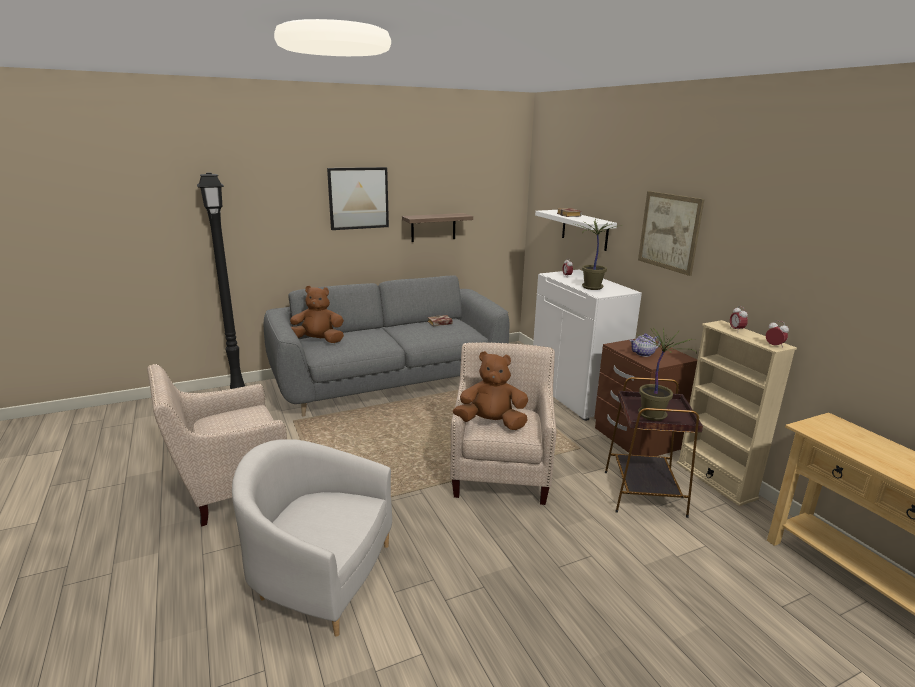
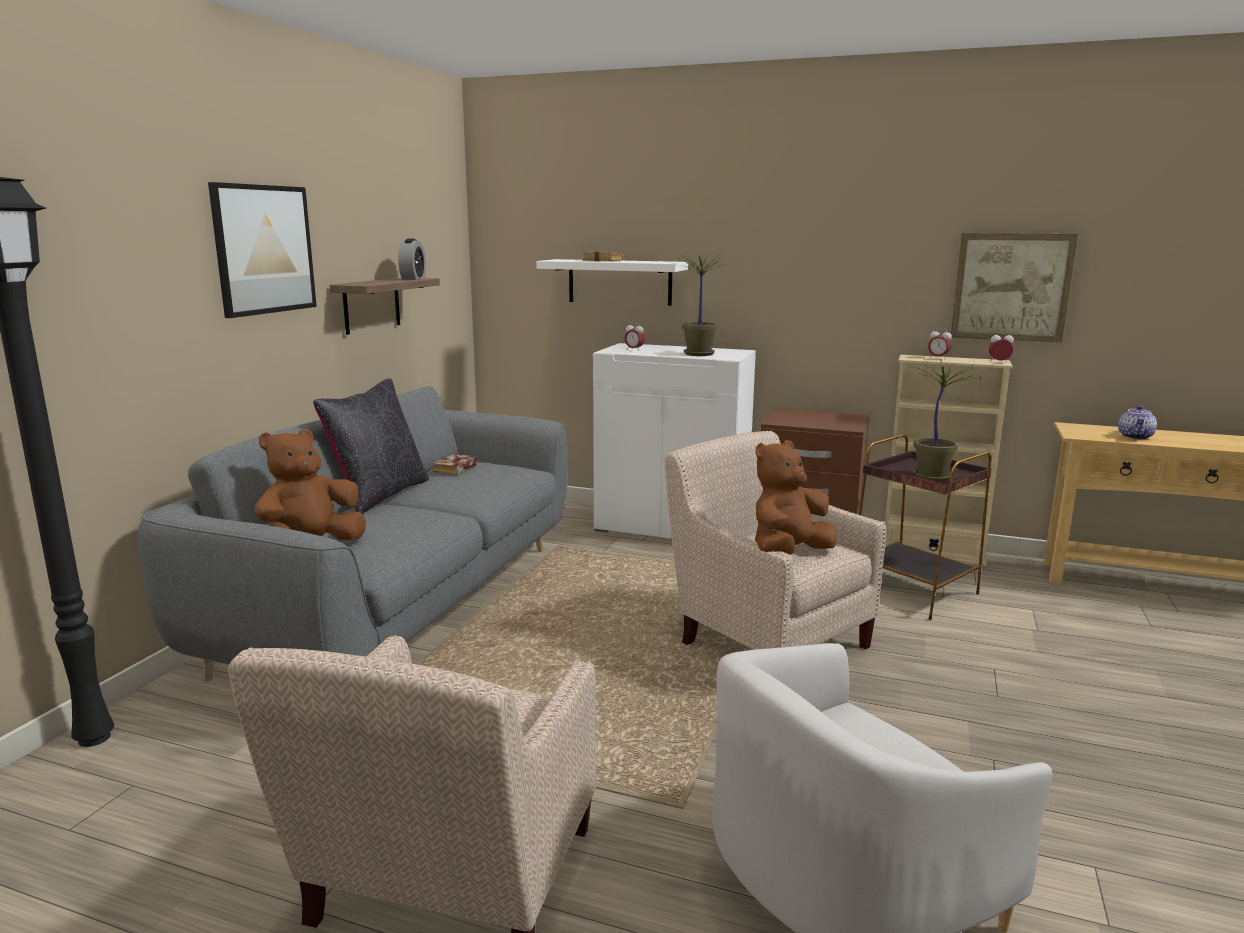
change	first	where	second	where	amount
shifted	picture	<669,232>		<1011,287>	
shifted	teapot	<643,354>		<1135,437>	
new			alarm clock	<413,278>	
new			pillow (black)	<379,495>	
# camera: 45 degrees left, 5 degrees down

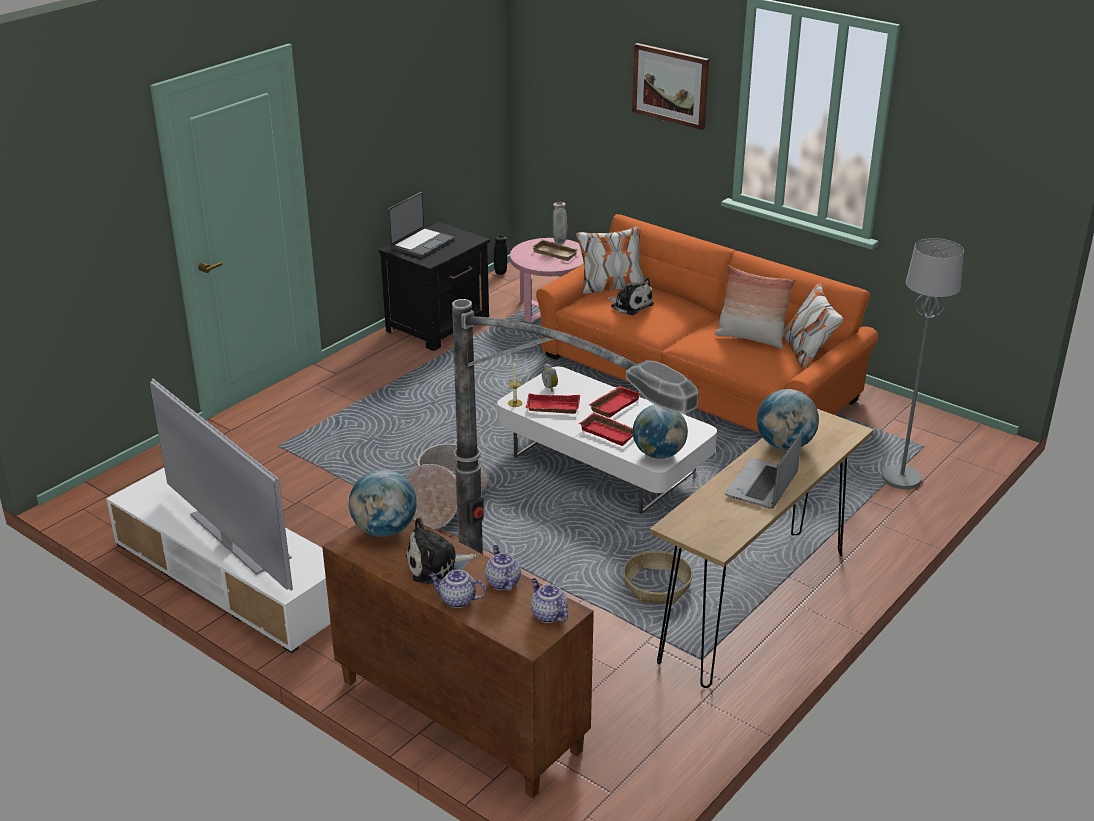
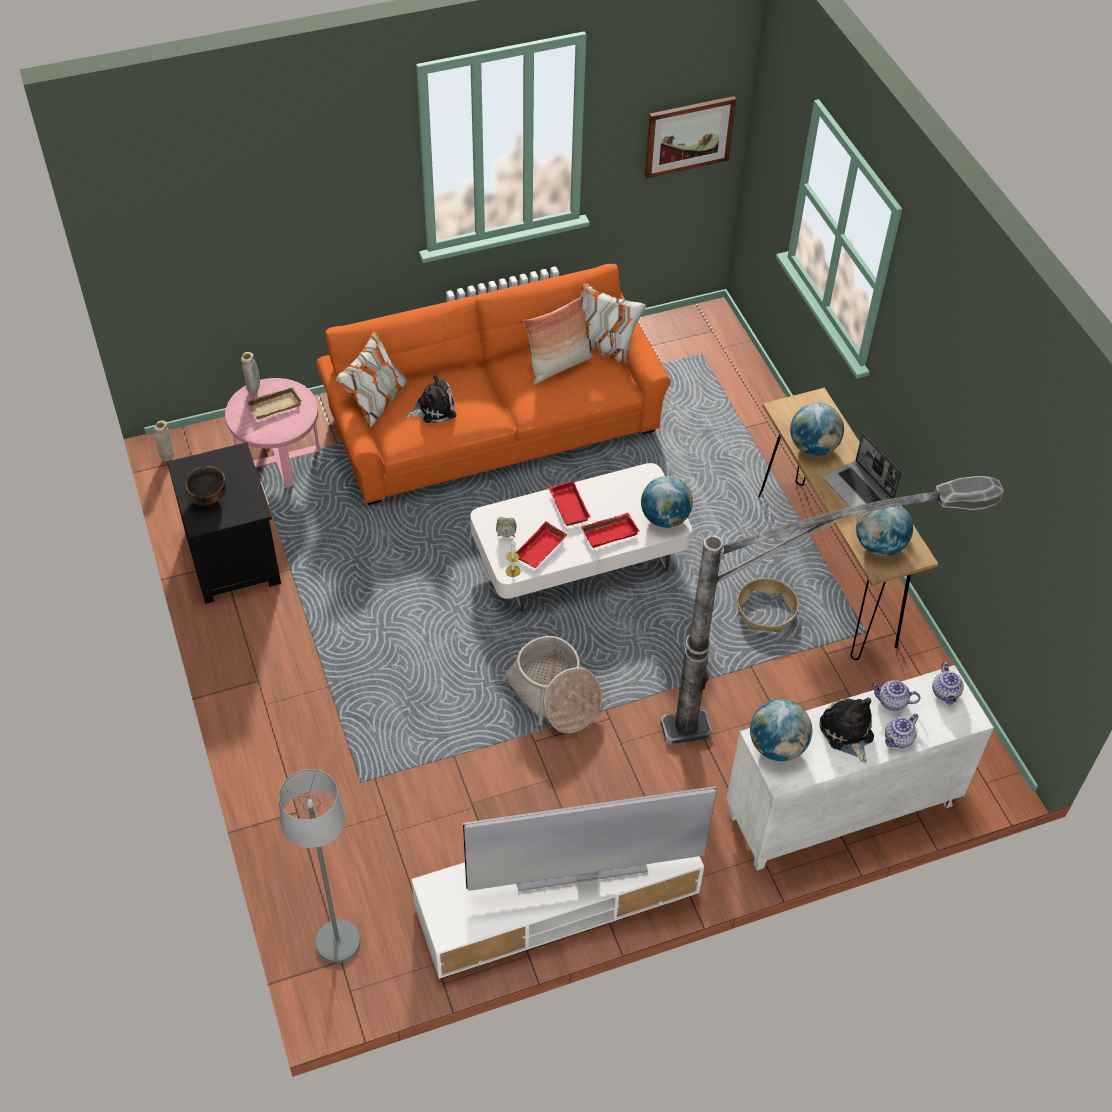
change	first	where	second	where	amount
shifted	picture	<670,85>		<689,136>	
swapped	laptop	<421,243>	bowl	<207,498>	
repainted	vase (black)	<500,273>	vase (beige)	<167,457>	
shifted	floor lamp (grey)	<901,478>		<338,941>	
rotated	plush toy	<437,566>		<847,733>	150 degrees clockwise
repainted	cabinet (brown)	<457,715>	cabinet (white)	<840,812>	
rotated	teapot	<548,614>		<946,693>	90 degrees counterclockwise
new			globe	<879,545>	
# camera: 60 degrees left, 20 degrees up

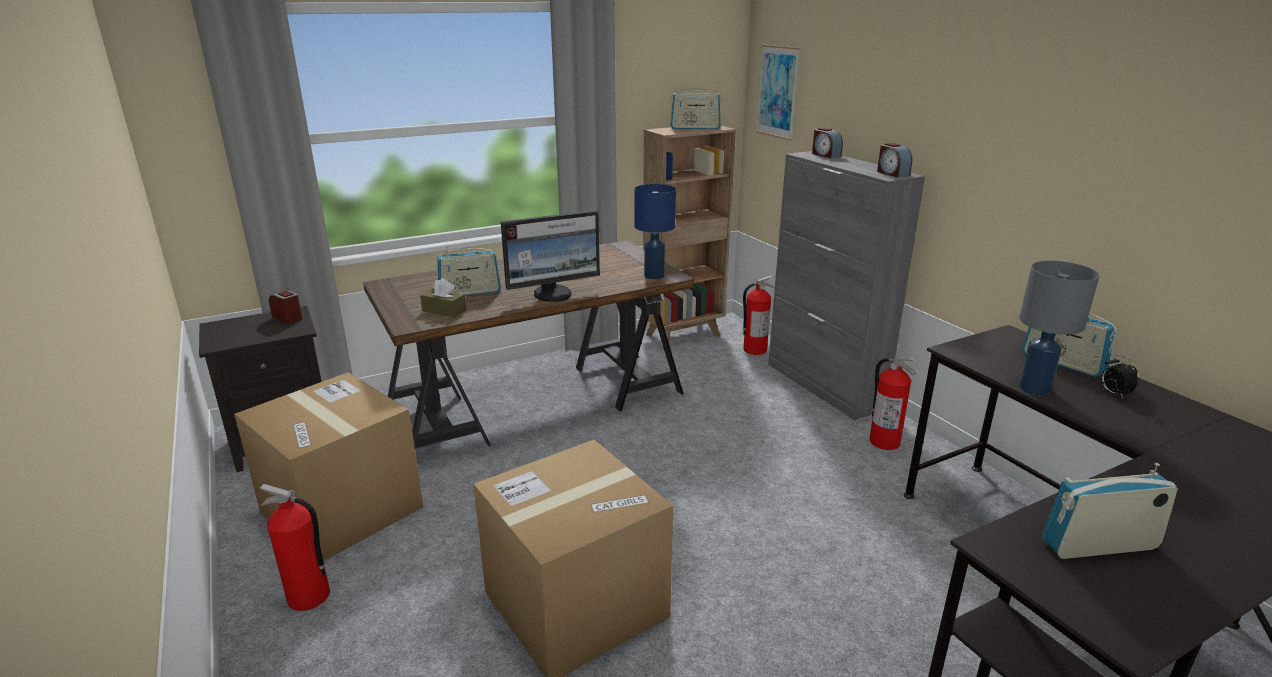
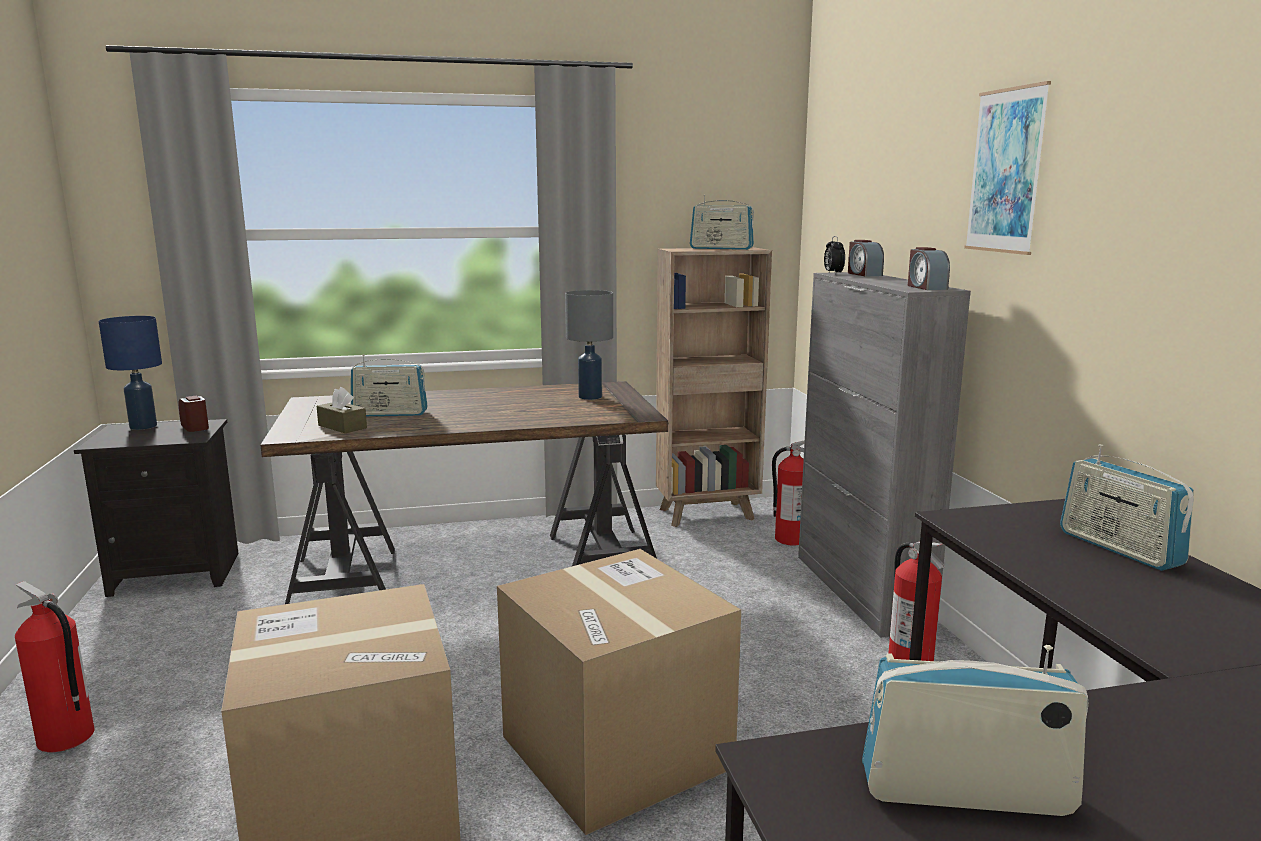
change	first	where	second	where	amount
shifted	picture	<777,92>		<1006,171>	
shifted	table lamp (blue)	<654,276>		<143,426>	
gone	monitor	<553,294>			
shifted	table lamp (grey)	<1035,388>		<591,397>	
shifted	alarm clock	<1113,394>		<833,273>	
shifted	cardboard box	<342,509>		<616,751>	
# camera: 15 degrees right, 10 degrees down

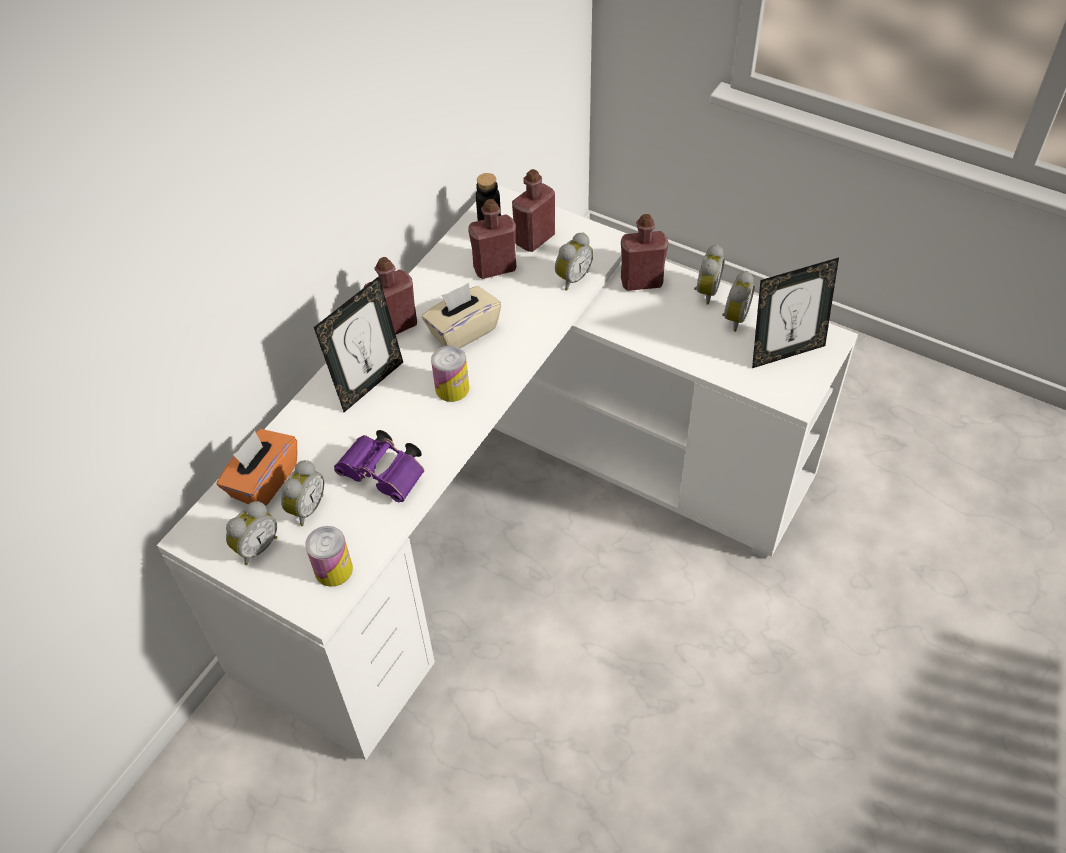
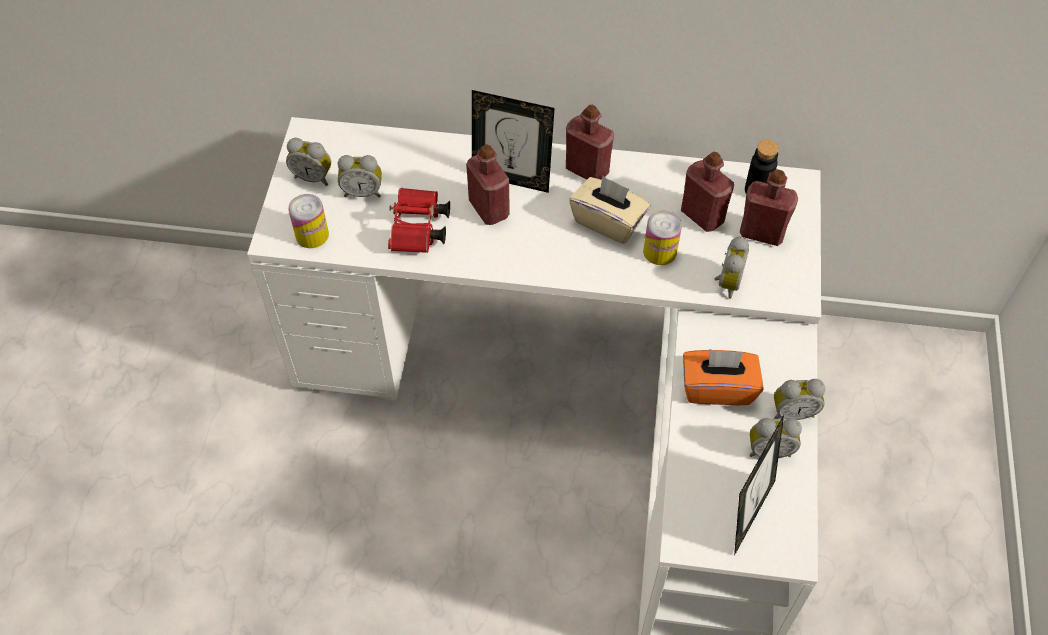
change	first	where	second	where	amount
shifted	bottle (red)	<641,282>		<489,209>	
rotated	alarm clock	<572,278>		<726,282>	90 degrees counterclockwise
rotated	picture frame	<785,352>		<747,513>	105 degrees counterclockwise
shifted	can	<452,388>		<660,251>	
shifted	tissue box (orange)	<263,481>		<717,388>	
repainted	binoculars (purple)	<386,475>	binoculars (red)	<418,231>	
# camera: 65 degrees right, 5 degrees up

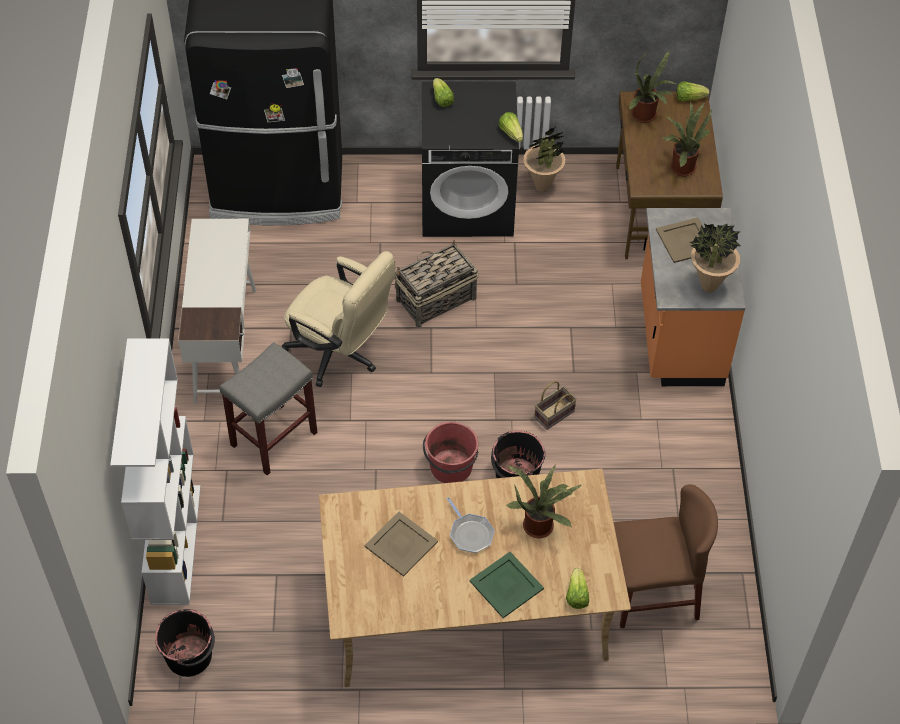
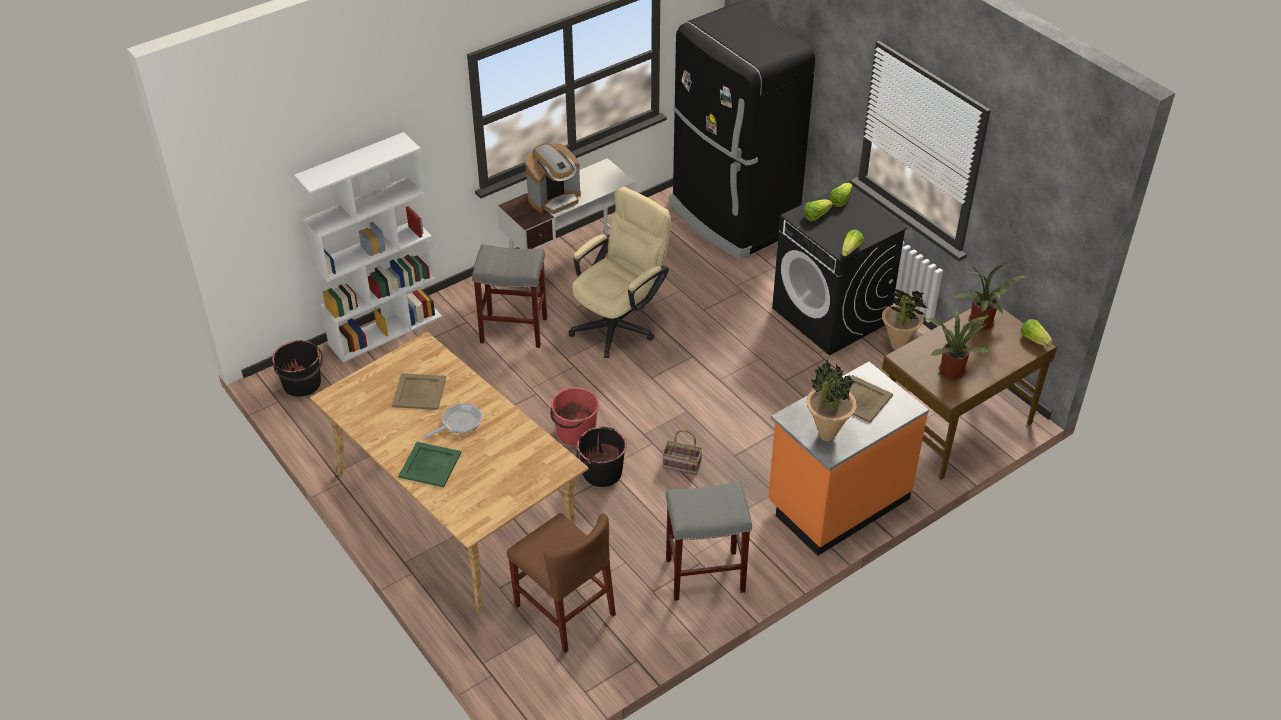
change	first	where	second	where	amount
gone	basket	<435,299>			
rotated	office chair (beige)	<340,354>		<619,323>	135 degrees counterclockwise
gone	potted plant	<540,524>			
rotated	frying pan	<470,533>		<460,423>	150 degrees counterclockwise
shifted	lettuce	<576,595>		<816,216>	
new			coffee machine	<554,199>	
new			stool (grey)	<704,575>	
# camera: 55 degrees right, 10 degrees down

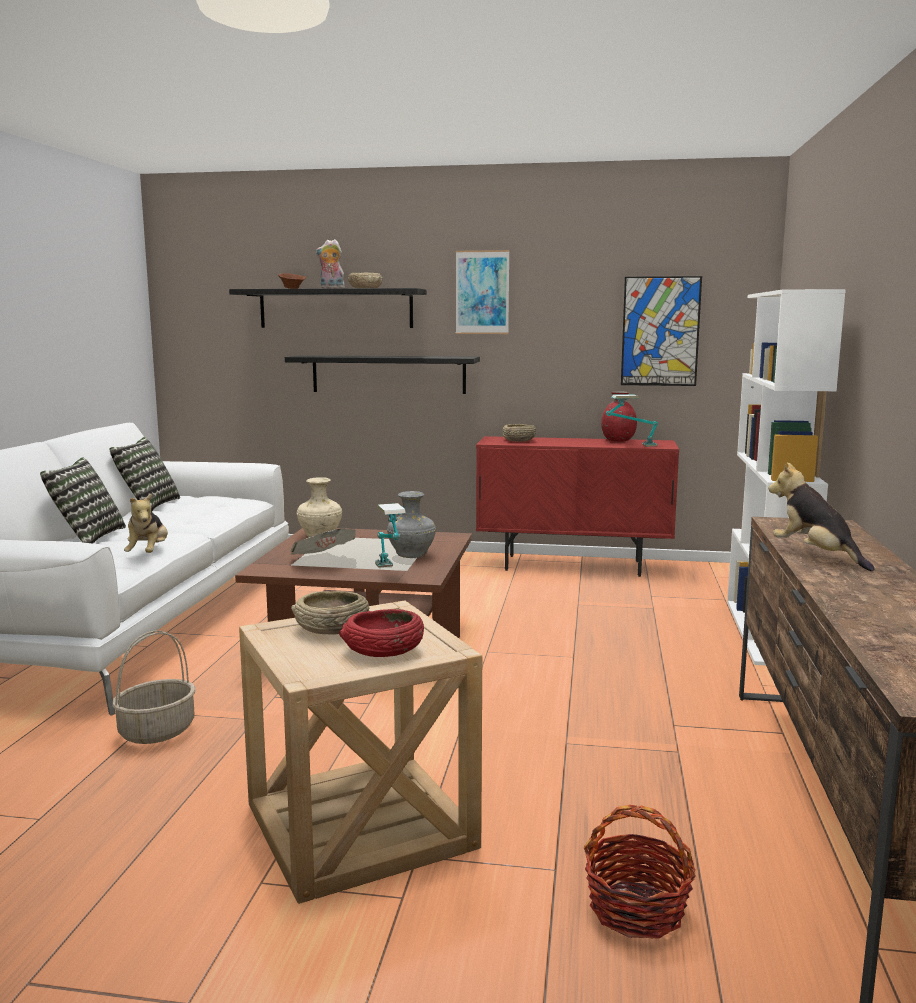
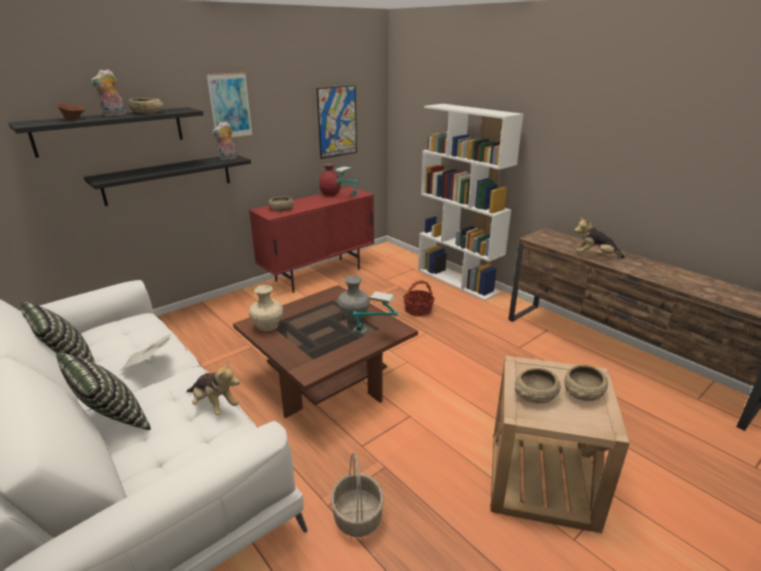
change	first	where	second	where	amount
shifted	newspaper	<323,560>		<149,364>	
repainted	bowl (red)	<384,650>	bowl (beige)	<583,391>	
shifted	basket	<637,909>		<418,310>	
new			plush toy	<227,159>	
# camera: 50 degrees left, 15 degrees up

